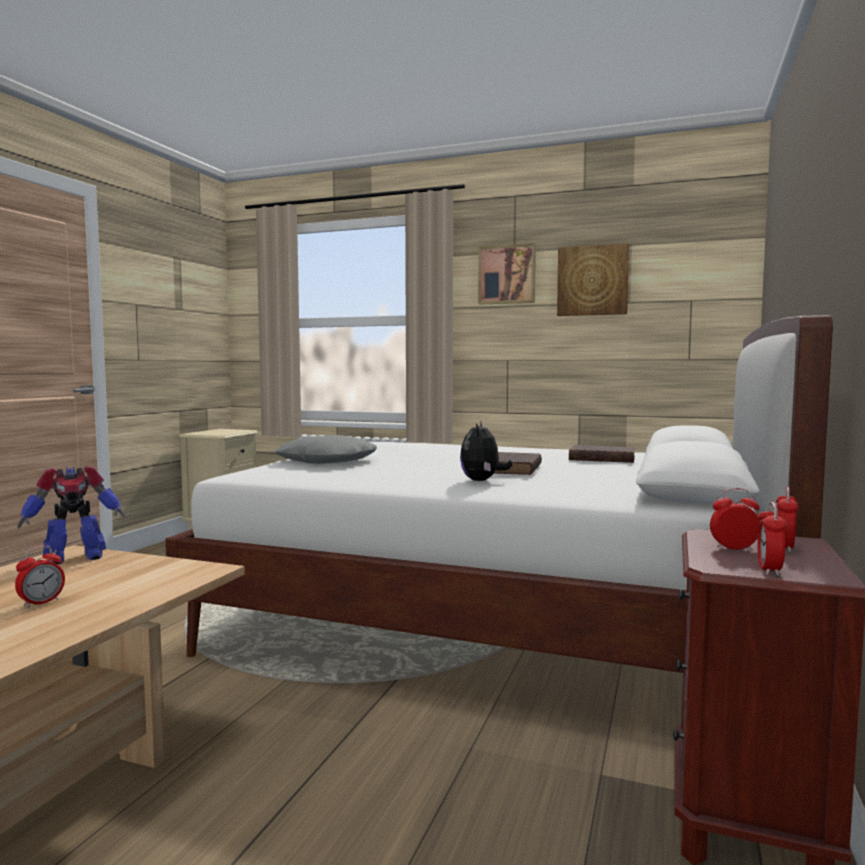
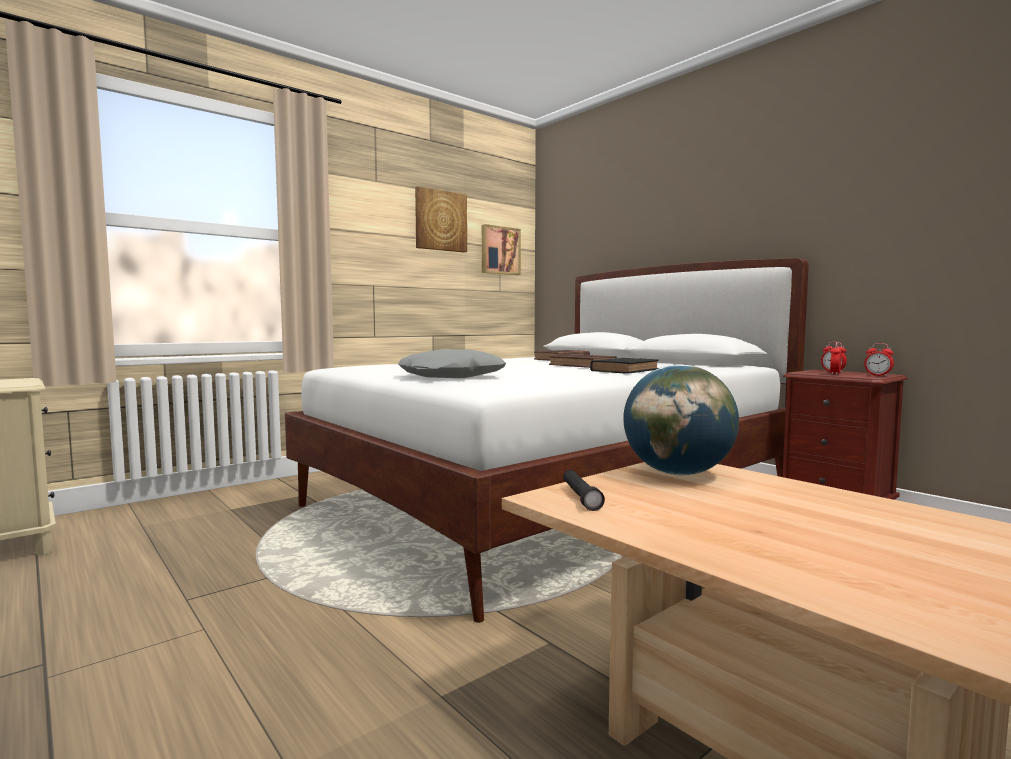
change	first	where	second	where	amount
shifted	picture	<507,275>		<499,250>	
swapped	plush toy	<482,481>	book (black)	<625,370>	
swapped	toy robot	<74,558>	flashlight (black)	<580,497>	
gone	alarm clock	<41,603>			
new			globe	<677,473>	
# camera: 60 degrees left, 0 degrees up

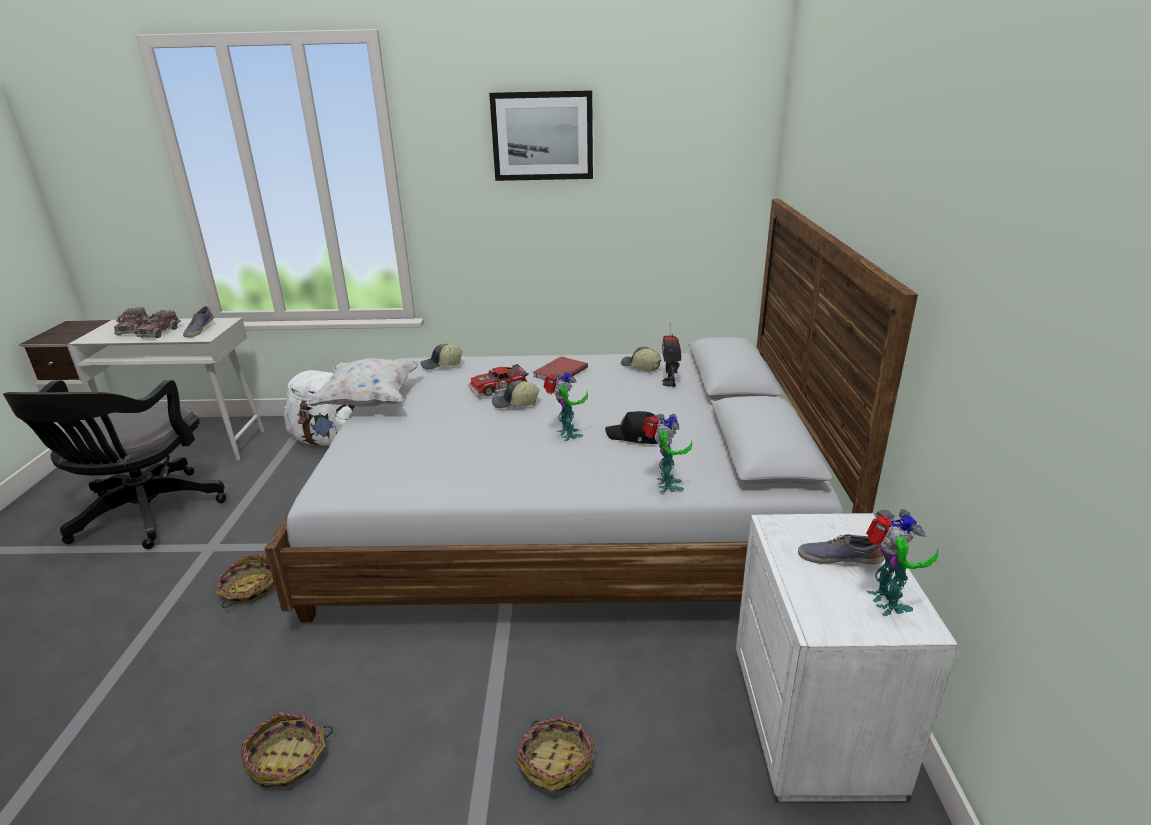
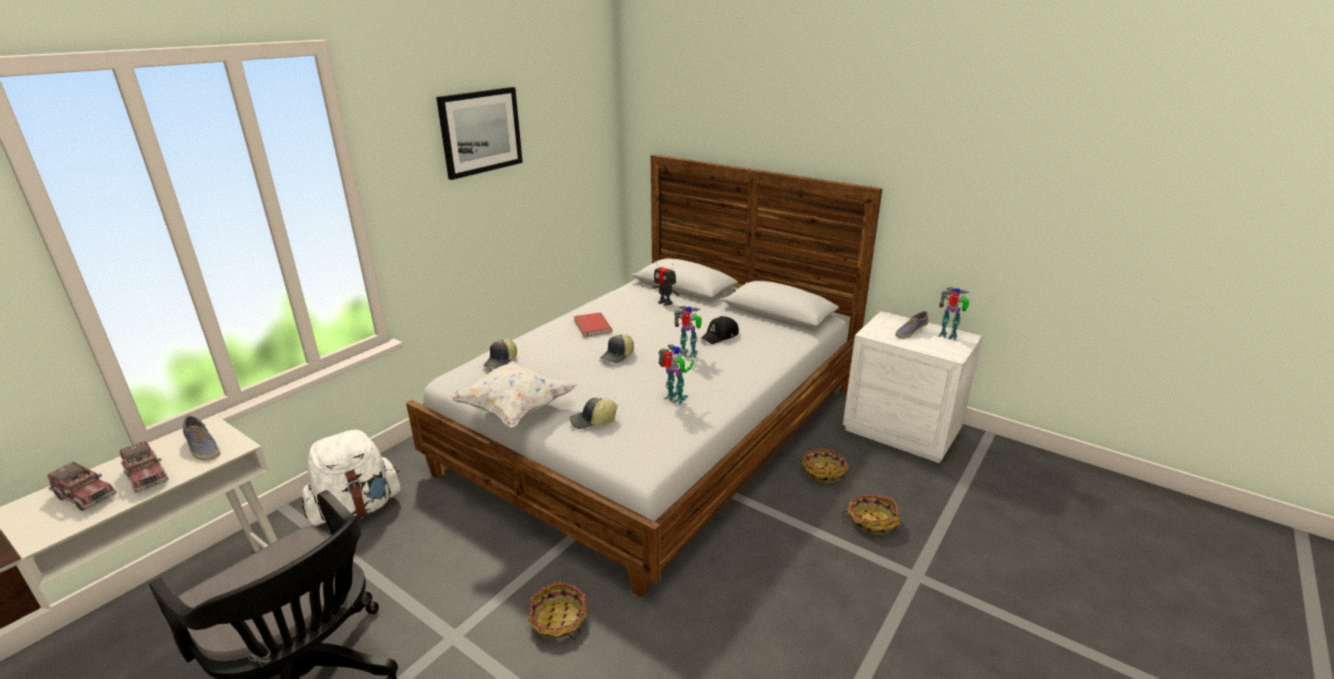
change	first	where	second	where	amount
shifted	cap	<640,367>		<593,421>	
gone	toy car	<499,388>			
shifted	toy robot	<665,485>		<675,399>	
shifted	basket	<288,760>		<824,471>	
# camera: 55 degrees left, 0 degrees up

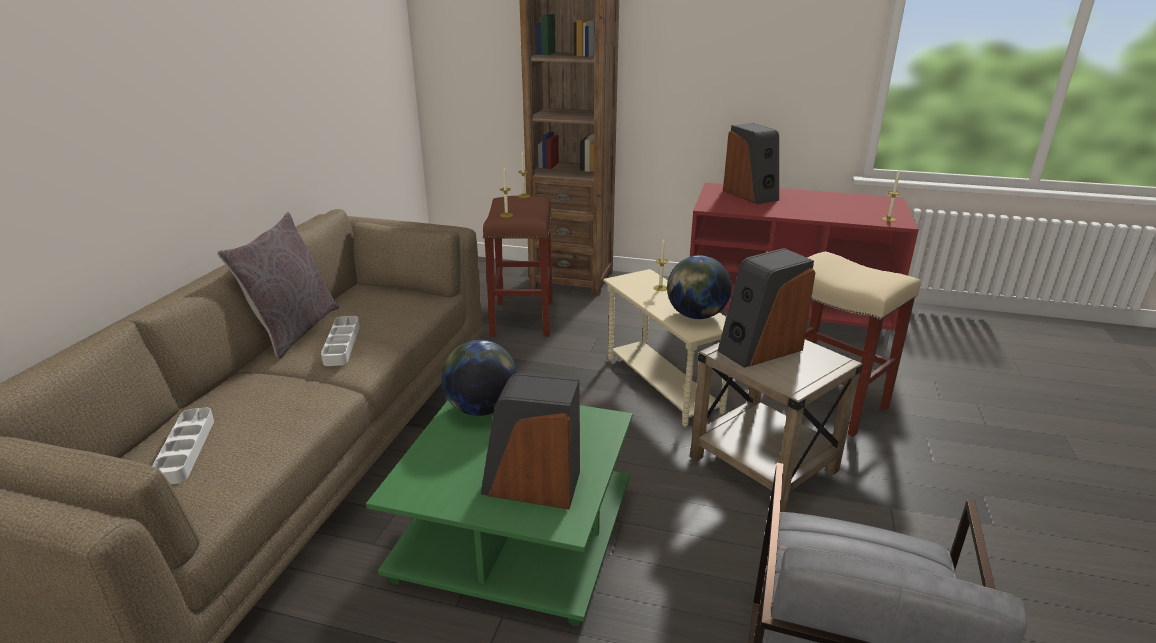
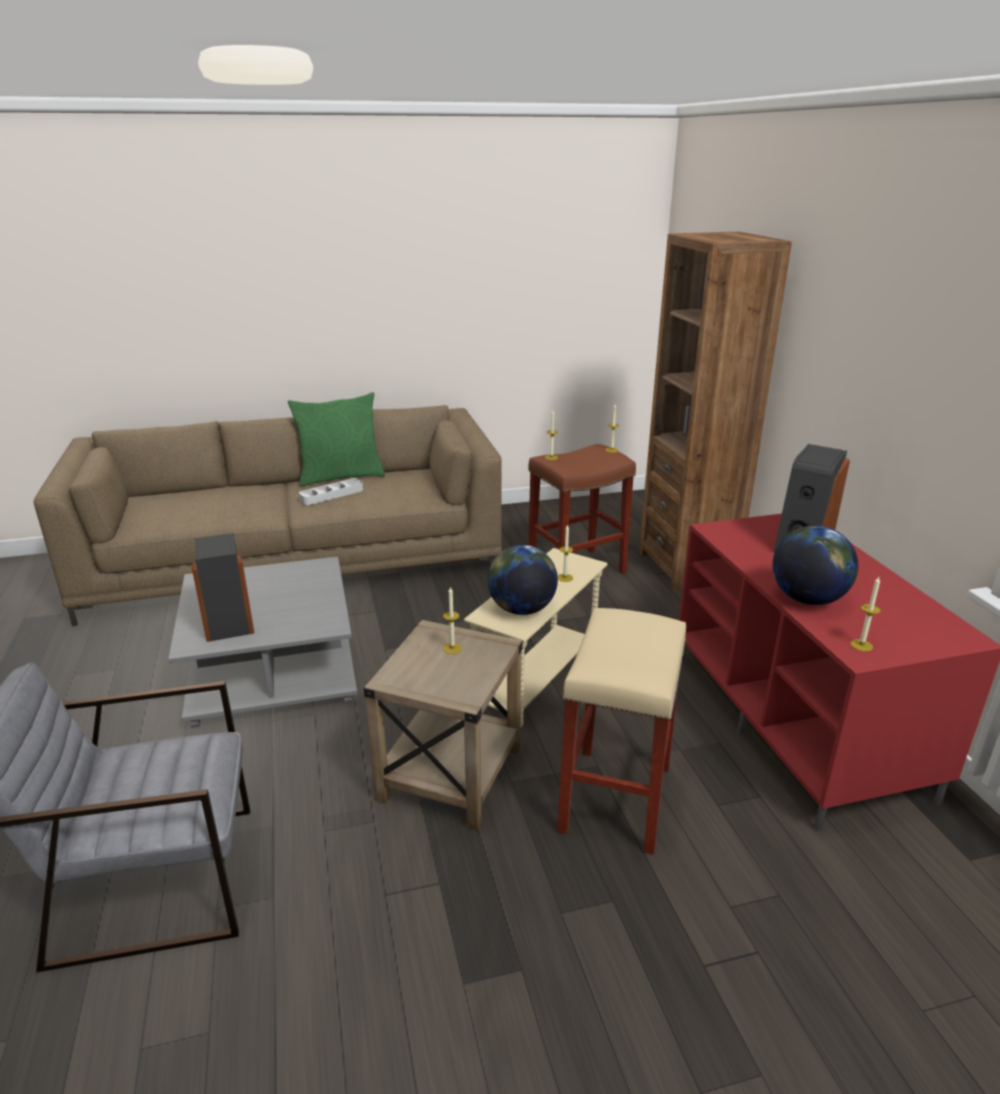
change	first	where	second	where	amount
repainted	pillow (grey)	<293,330>	pillow (green)	<340,476>	
swapped	speaker	<759,349>	candle	<452,648>	
shifted	globe	<481,408>		<807,599>	
repainted	coffee table (green)	<514,532>	coffee table (grey)	<275,669>	
gone	tray (white)	<186,449>			
# camera: 60 degrees right, 0 degrees up

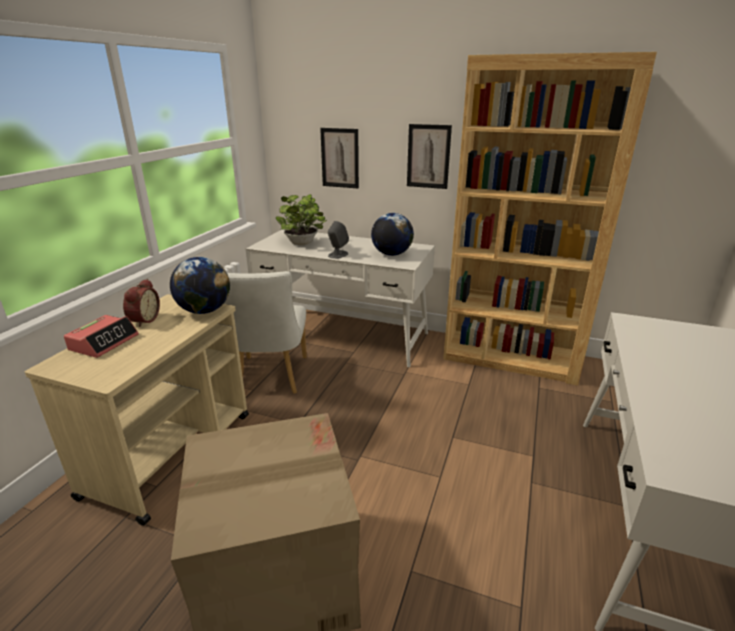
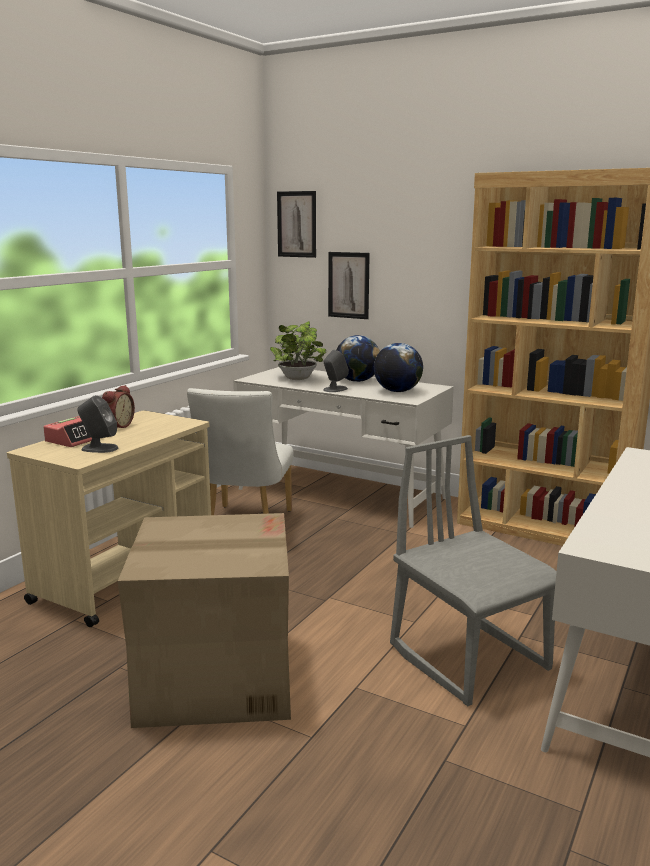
change	first	where	second	where	amount
shifted	picture	<428,156>		<297,224>	
shifted	globe	<204,311>		<357,381>	
new			speaker (grey)	<99,448>	
new			chair (grey)	<470,657>	
# camera: 10 degrees right, 10 degrees down

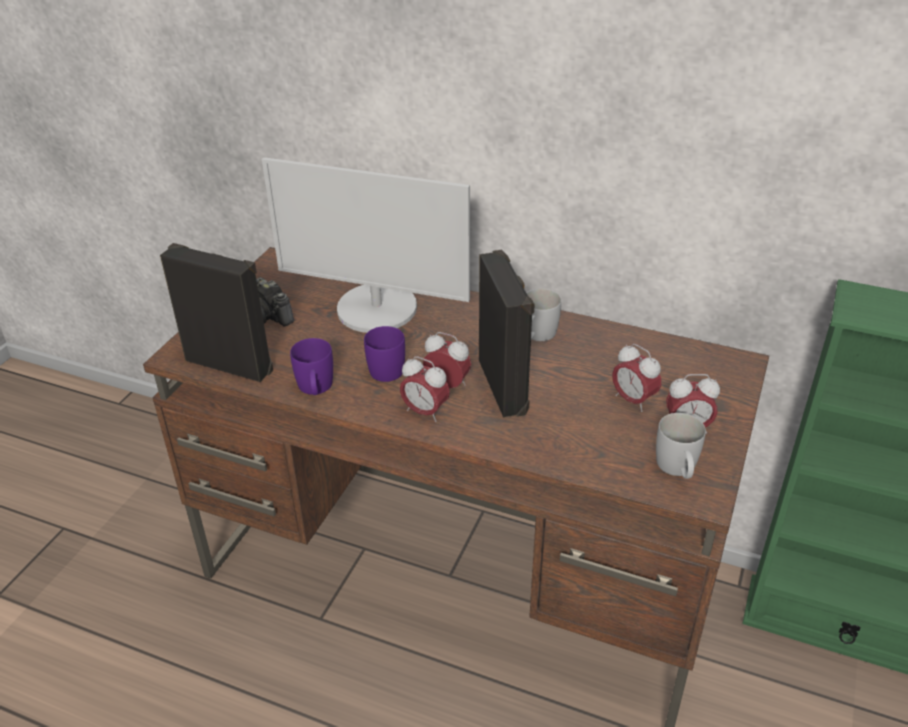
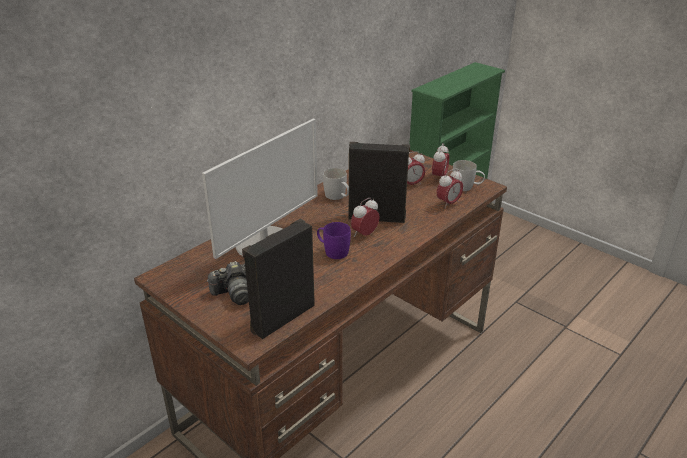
change	first	where	second	where	amount
gone	mug (purple)	<315,389>			
shifted	alarm clock	<425,412>		<448,203>	
# camera: 70 degrees left, 5 degrees down

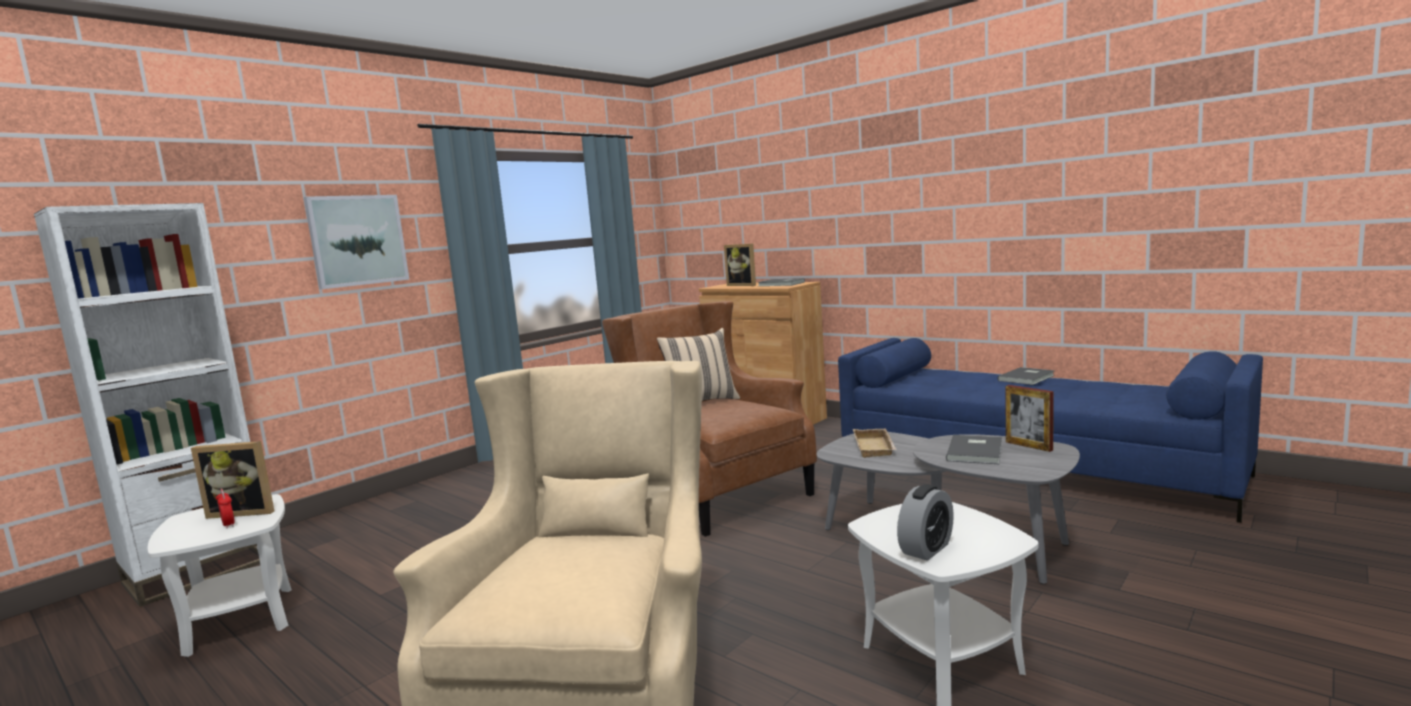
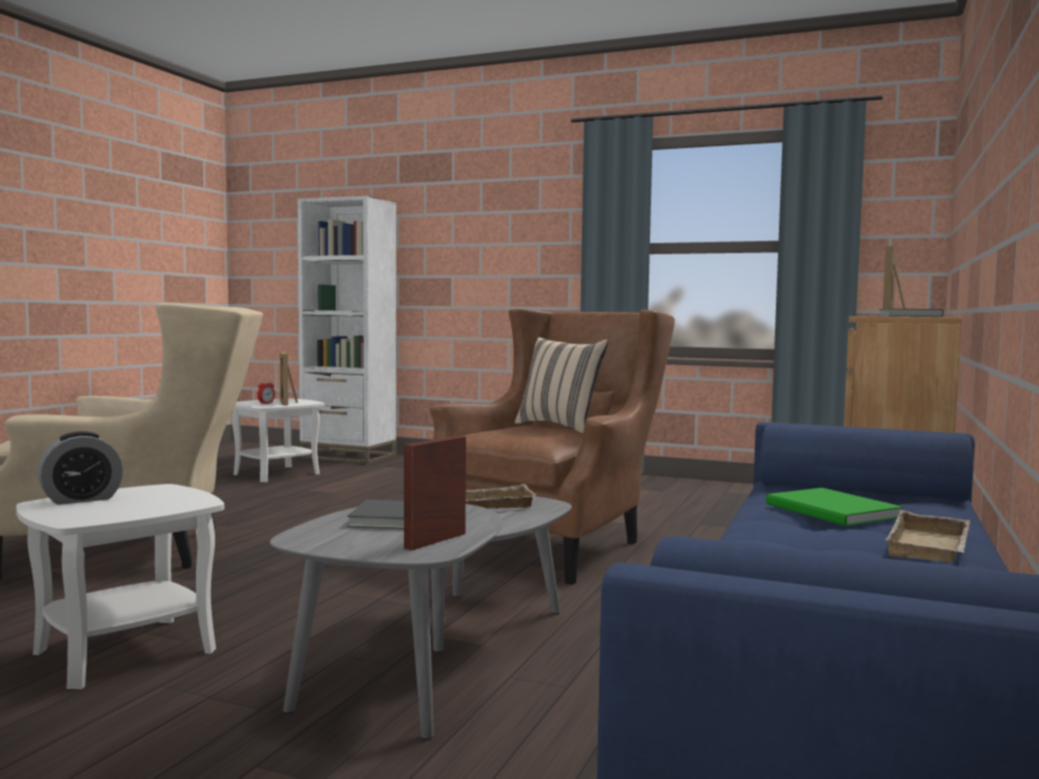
change	first	where	second	where	amount
gone	picture	<357,240>			
swapped	book (grey)	<1028,378>	tray (beige)	<932,548>	
rotated	alarm clock	<926,549>		<81,499>	60 degrees counterclockwise
new			book (green)	<832,511>	
# camera: 70 degrees right, 5 degrees down

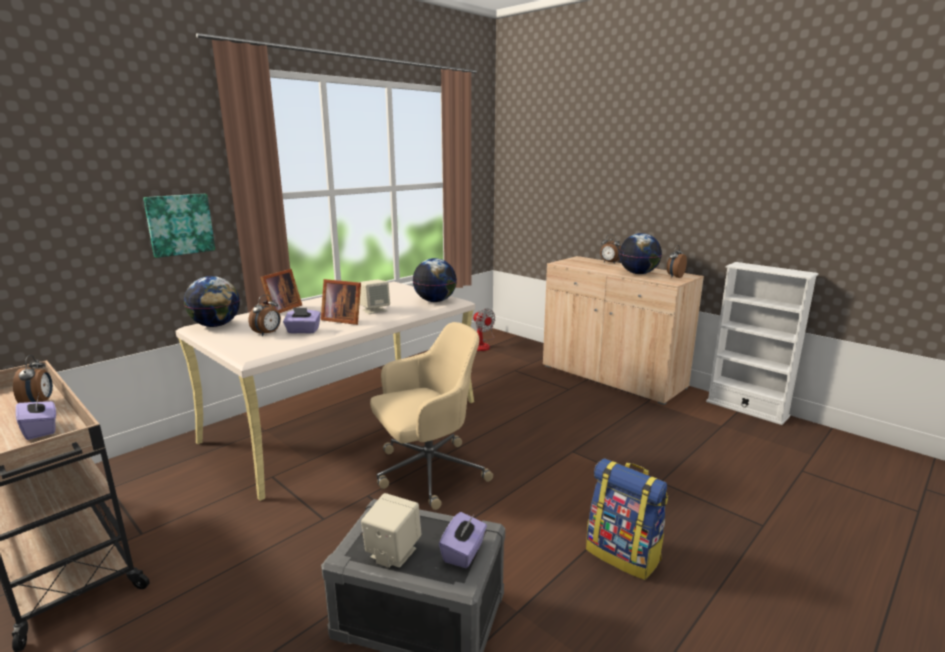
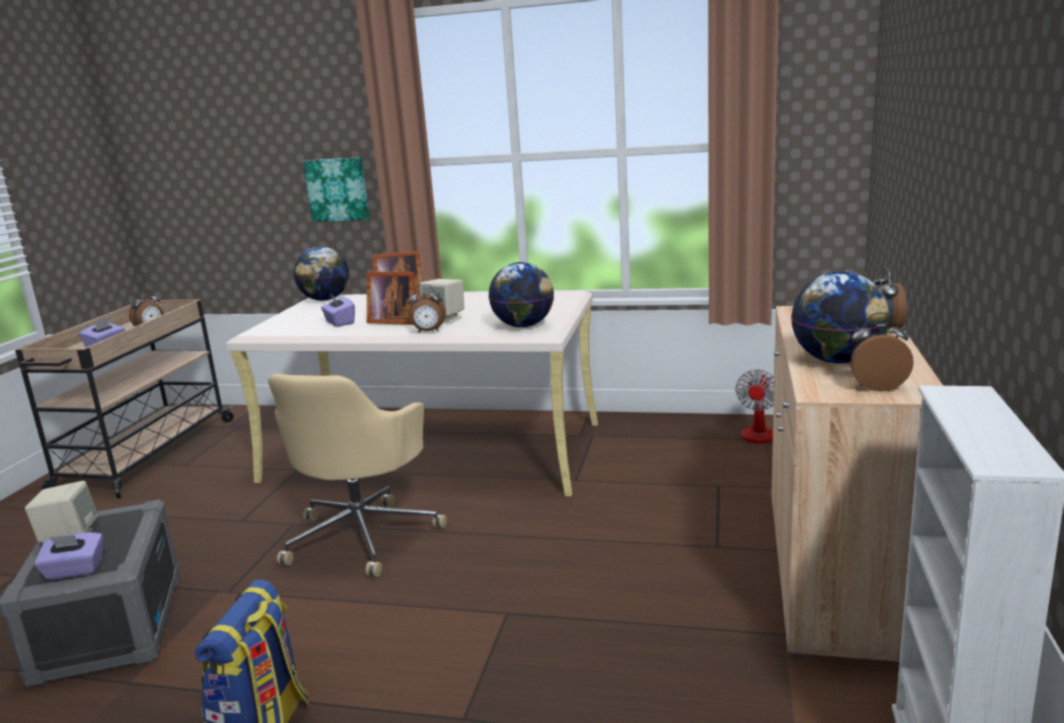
change	first	where	second	where	amount
rotated	picture frame	<342,320>		<393,321>	60 degrees counterclockwise
shifted	alarm clock	<268,333>		<428,332>	
rotated	office chair (beige)	<427,472>		<363,535>	75 degrees clockwise
# camera: 60 degrees right, 0 degrees up

